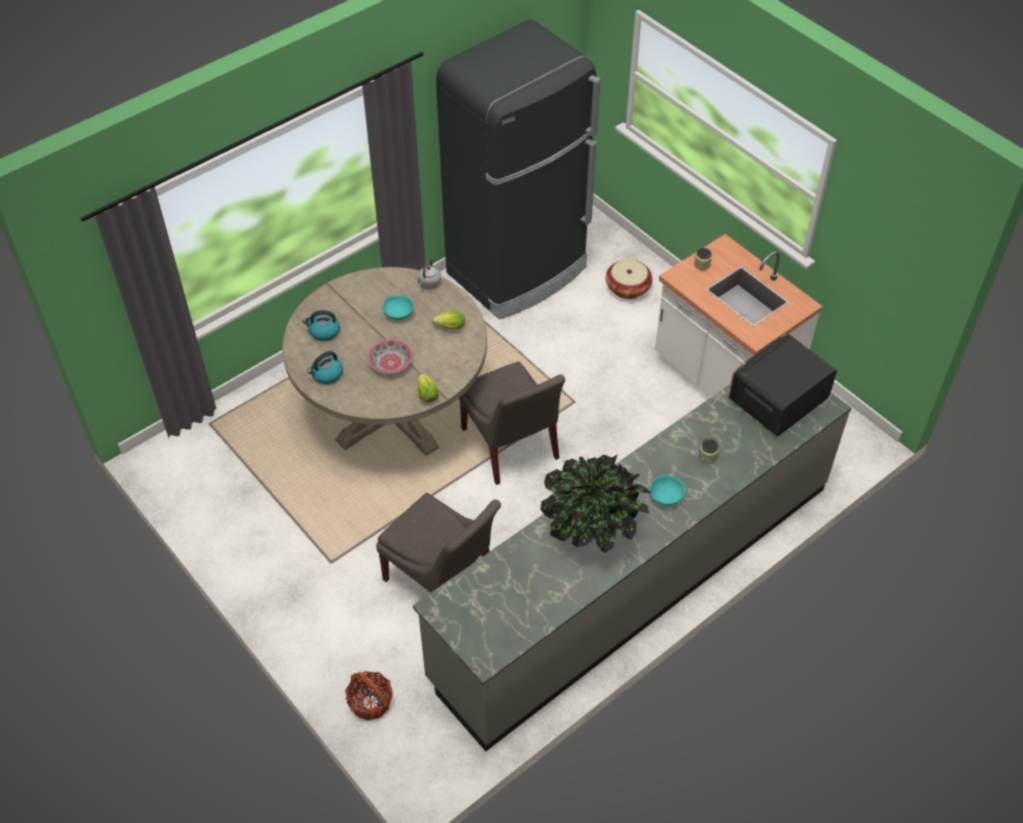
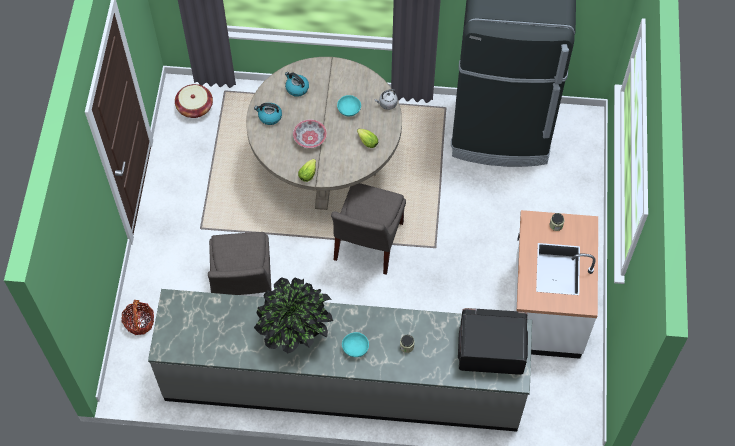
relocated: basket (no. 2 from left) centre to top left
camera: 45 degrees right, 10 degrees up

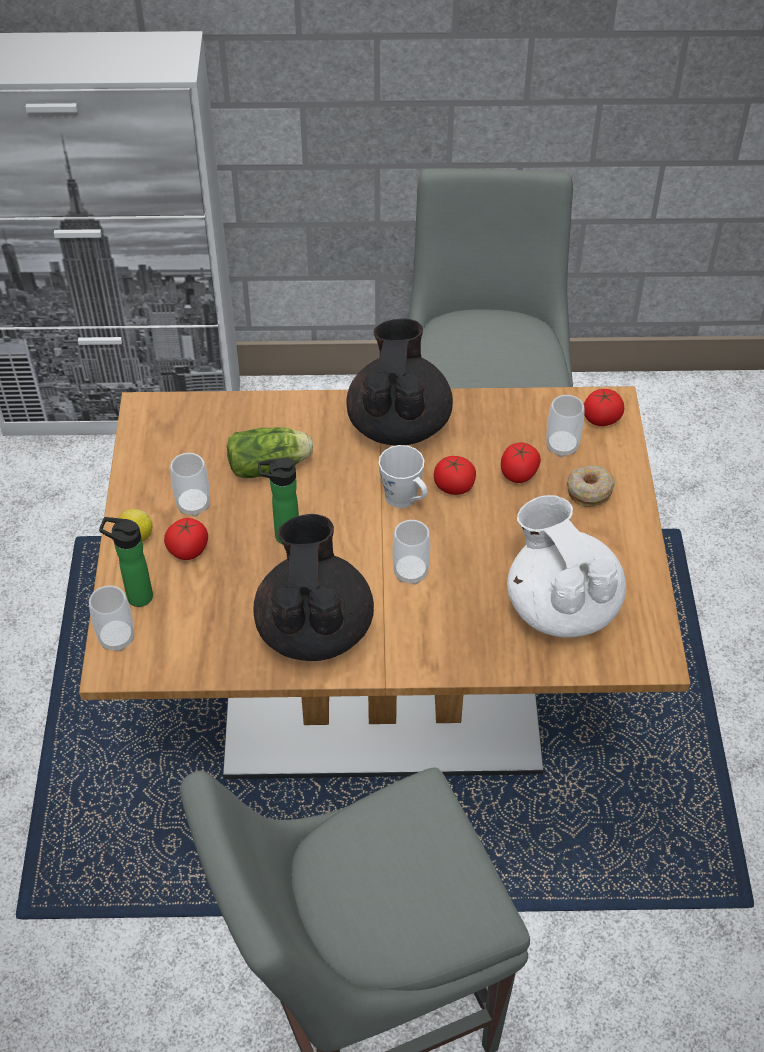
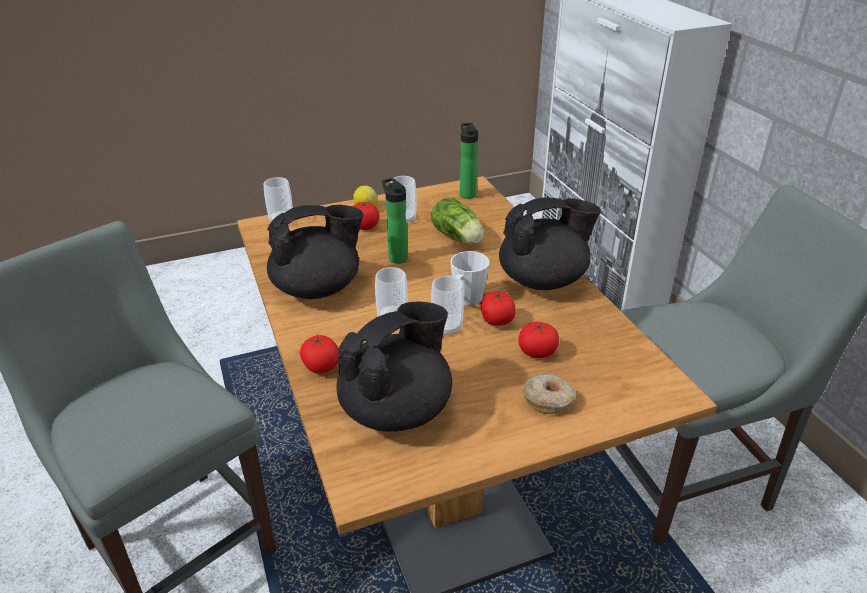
relocated: tomato (no. 4 from left in the first image) middle right to tomato (no. 1 from left) centre; cup (no. 4 from left) middle right to centre; bottle (no. 1 from left in the first image) middle left to bottle (no. 2 from left) top centre
colour: teapot (white) middle right to teapot (black) (no. 2 from left) centre
camera: 70 degrees right, 15 degrees down

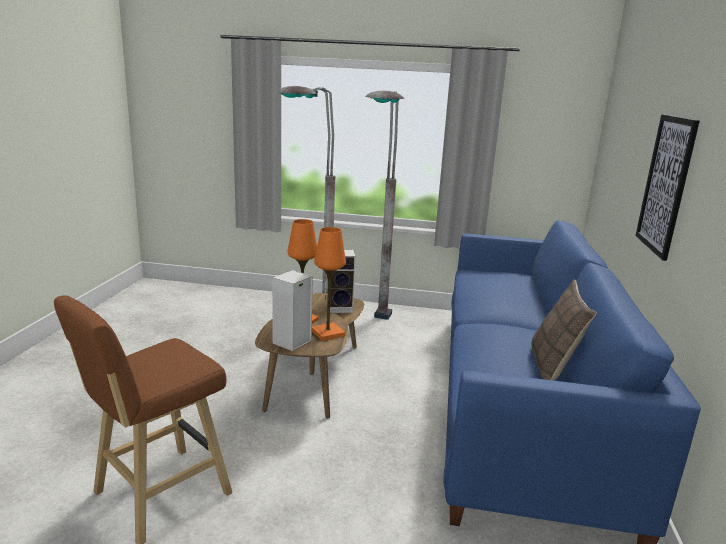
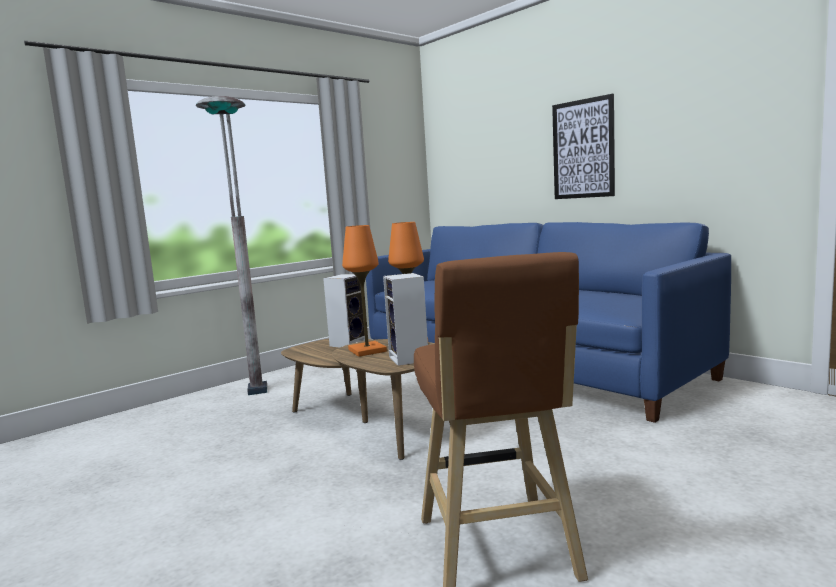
missing: floor lamp (grey) (no. 2 from left) centre; pillow middle right
camera: 50 degrees left, 10 degrees down

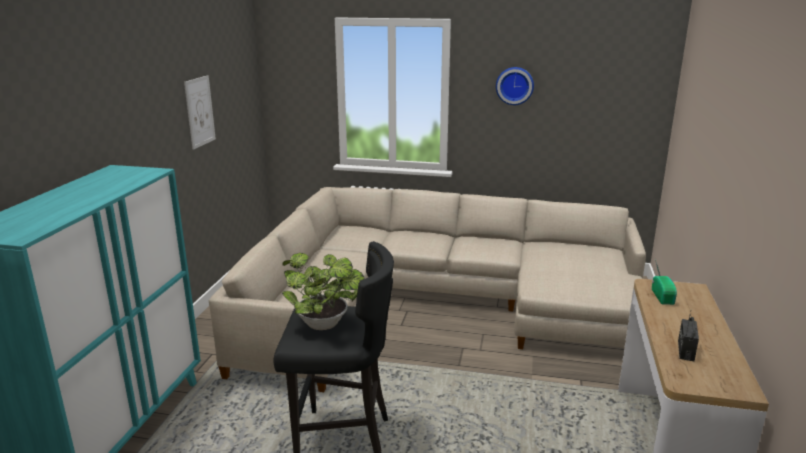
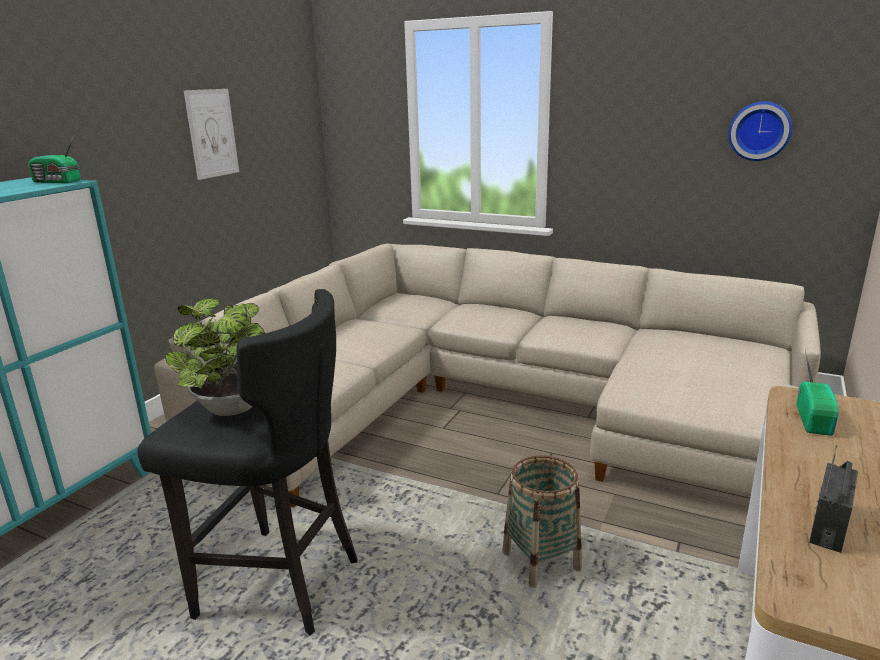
appeared: radio (no. 1 from left) top left; basket bottom centre
relocated: wall clock top centre to top right
camera: 15 degrees right, 0 degrees up

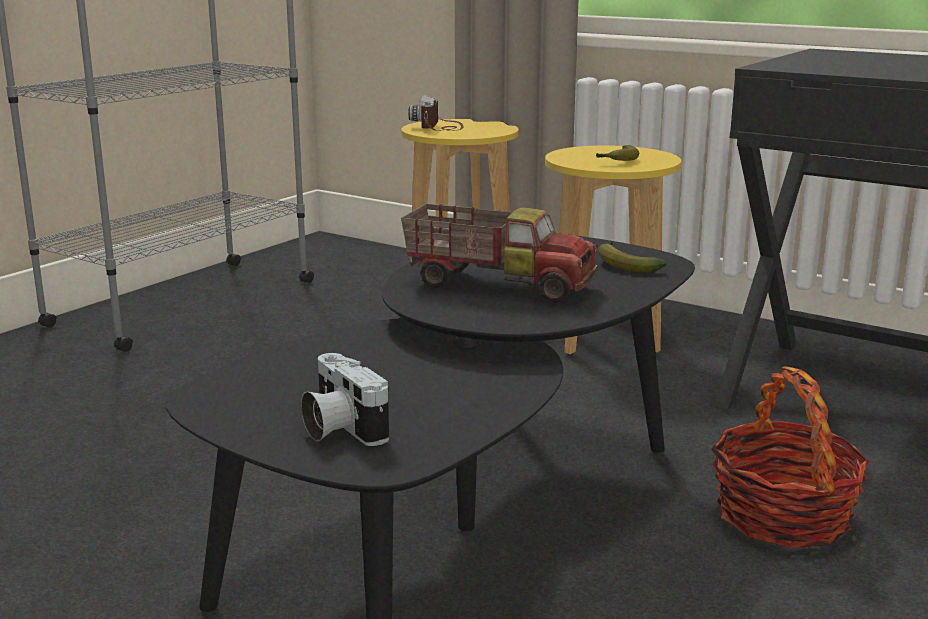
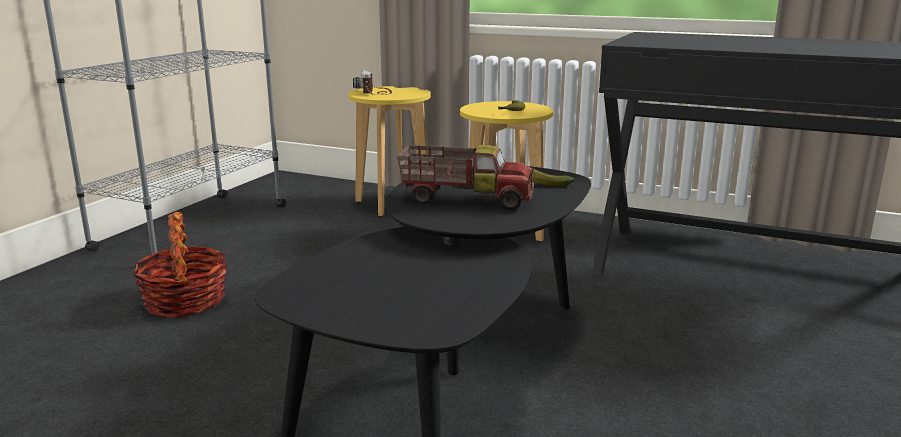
missing: photo camera (no. 1 from left) centre
relocated: basket bottom right to middle left
camera: 10 degrees left, 0 degrees up

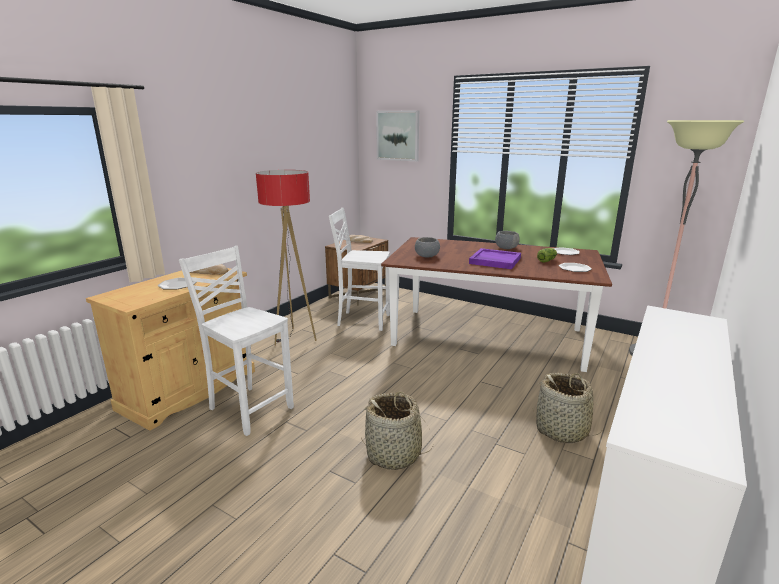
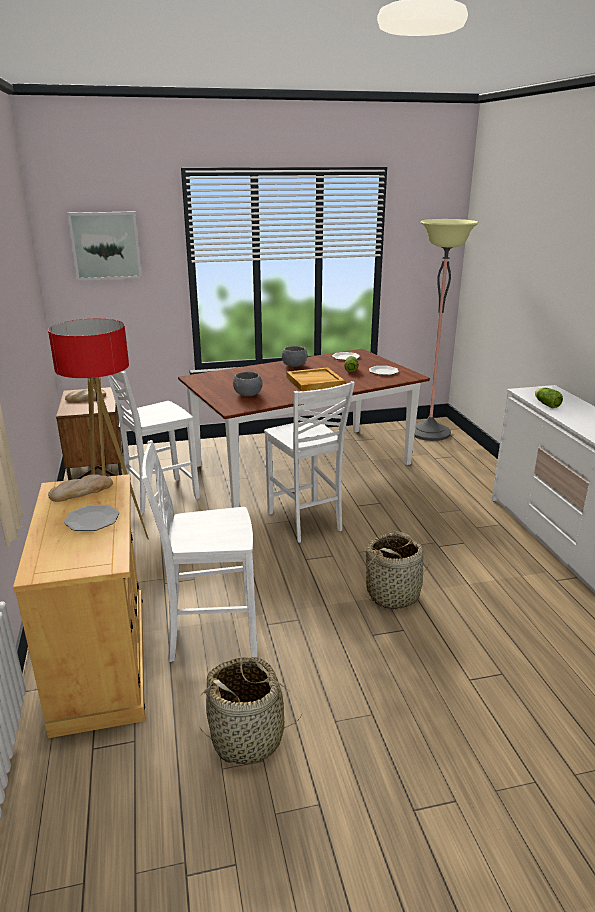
appeared: chair (white) (no. 3 from left) centre; lettuce (no. 2 from left) middle right
relocated: basket (no. 2 from left in the first image) bottom right to basket (no. 1 from left) bottom centre
colour: tray (purple) centre to tray (beige) centre
camera: 45 degrees left, 5 degrees up

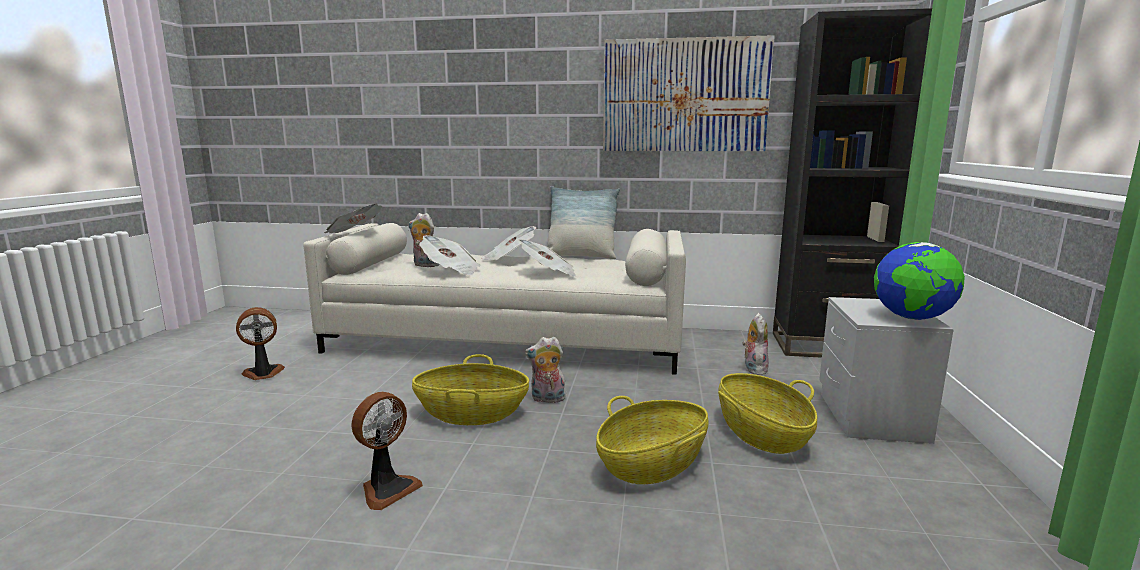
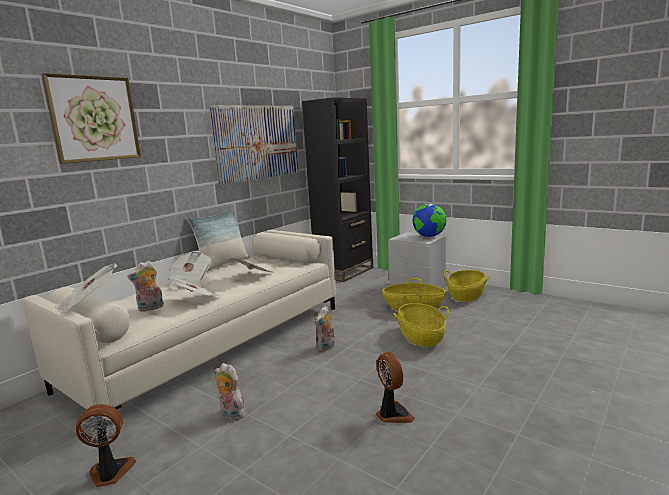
appeared: picture (no. 1 from left) top left
relocated: plush toy (no. 3 from left in the first image) centre to plush toy (no. 2 from left) bottom centre; basket (no. 1 from left in the first image) bottom centre to basket (no. 3 from left) middle right
spun: fan (no. 1 from left) middle left = bottom left 75 degrees clockwise
camera: 60 degrees left, 0 degrees up

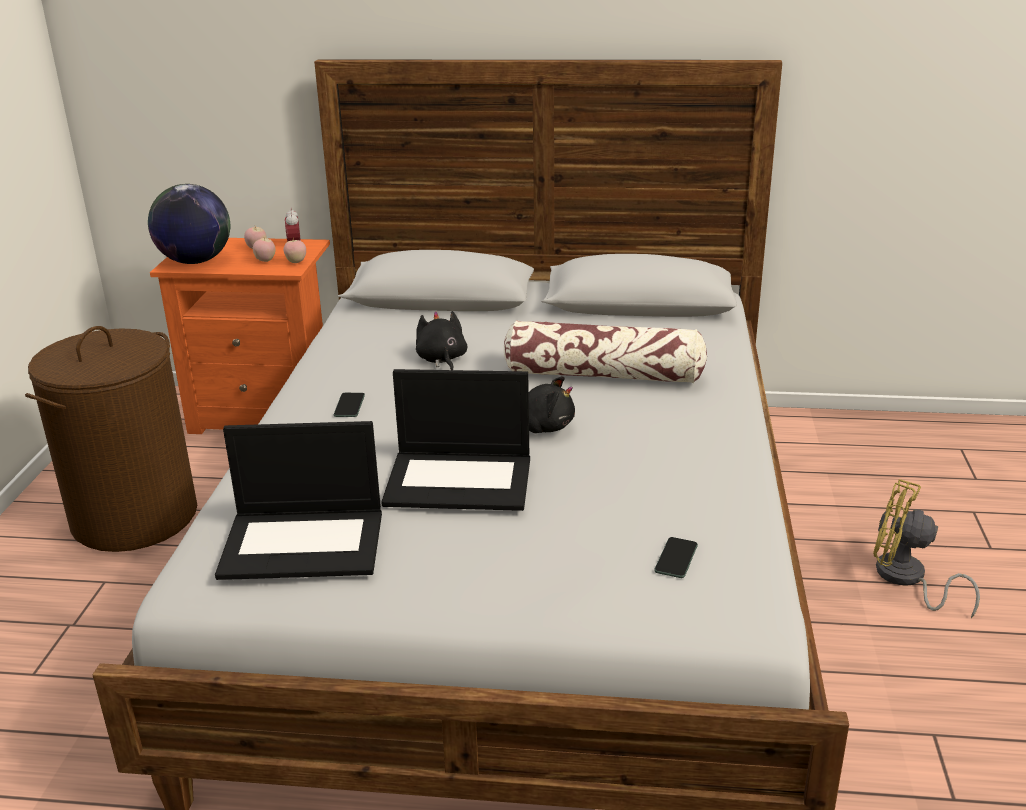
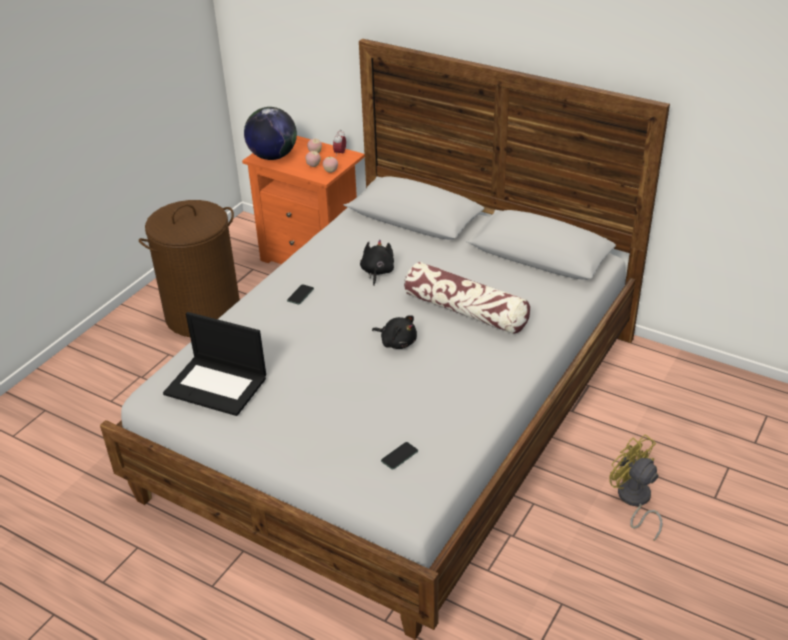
missing: laptop (no. 2 from left) centre
camera: 25 degrees right, 10 degrees up

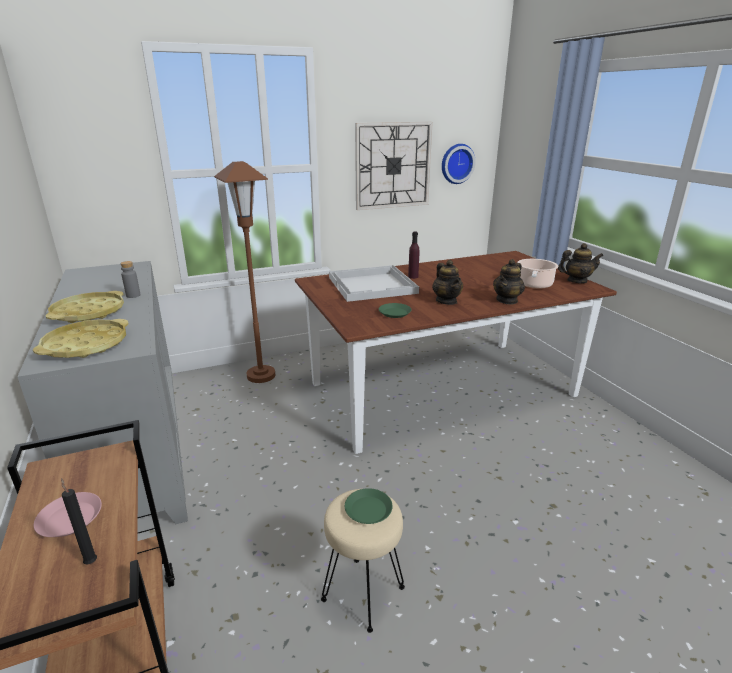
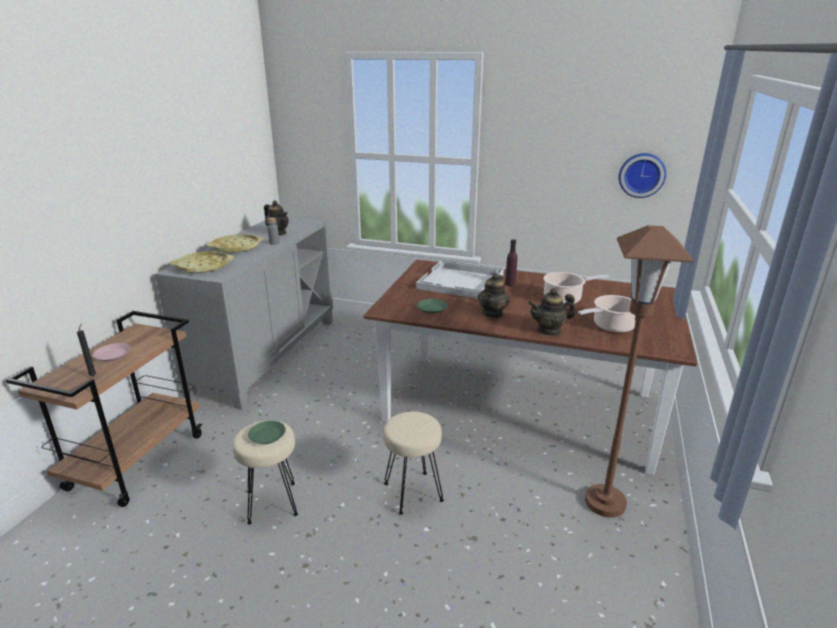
missing: wall clock (no. 1 from left) top centre
appeared: cooking pot (no. 1 from left) middle right; stool (beige) (no. 2 from left) bottom centre
relocated: floor lamp (brown) centre to middle right; teapot (no. 3 from left in the first image) middle right to teapot (no. 1 from left) middle left
camera: 40 degrees right, 0 degrees up

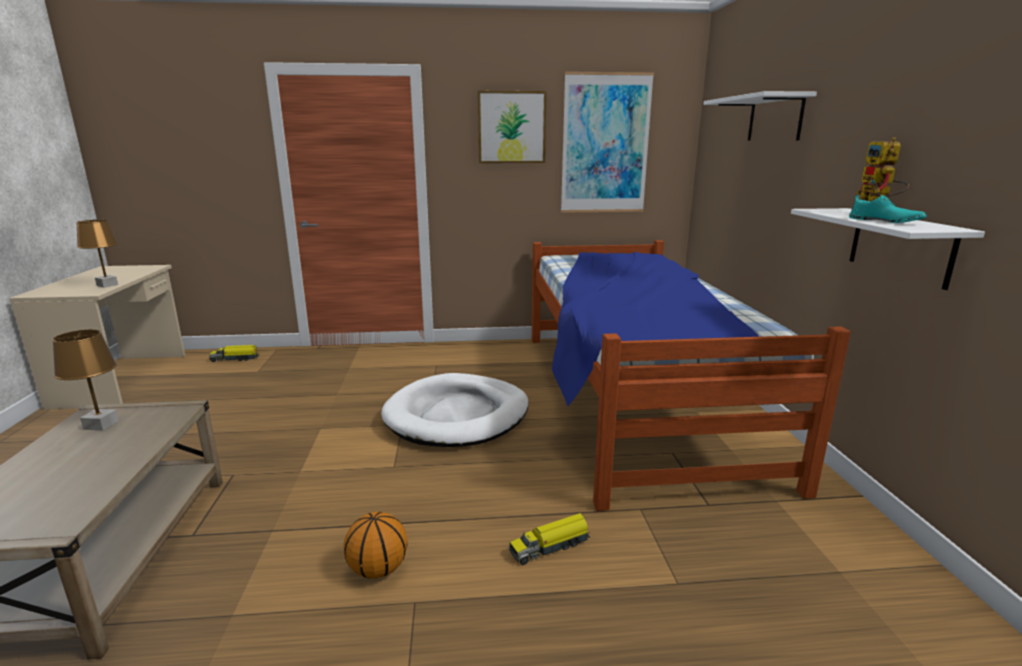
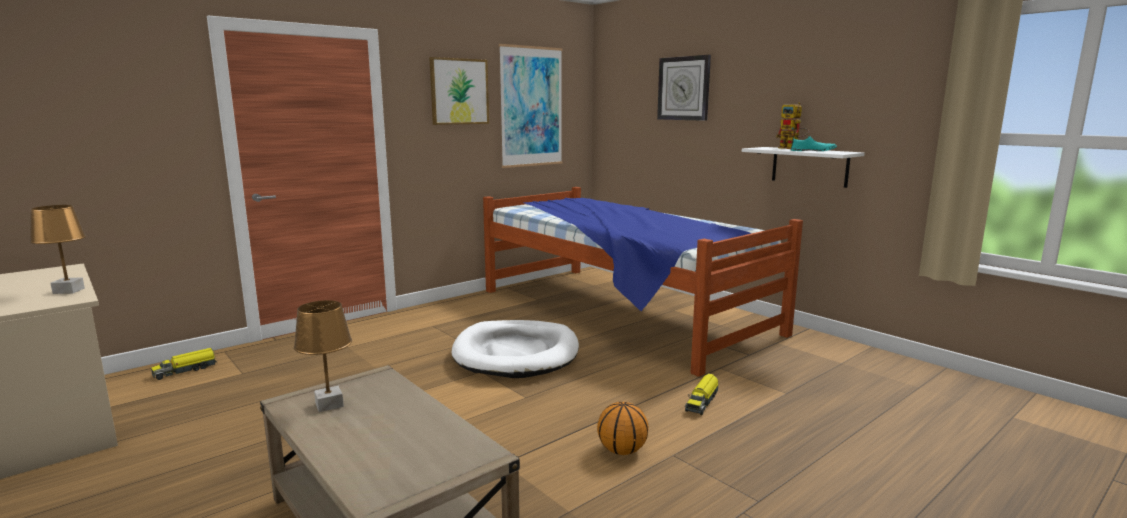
exchanged: shelf (white) (no. 1 from left) top right to wall clock top centre
camera: 35 degrees left, 5 degrees down

